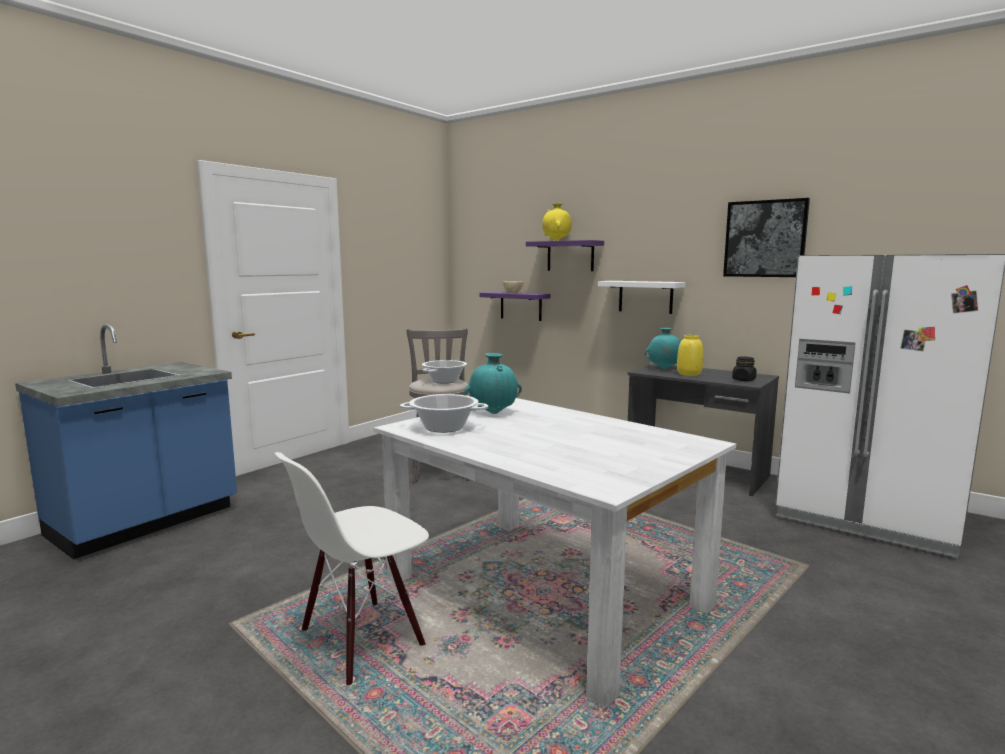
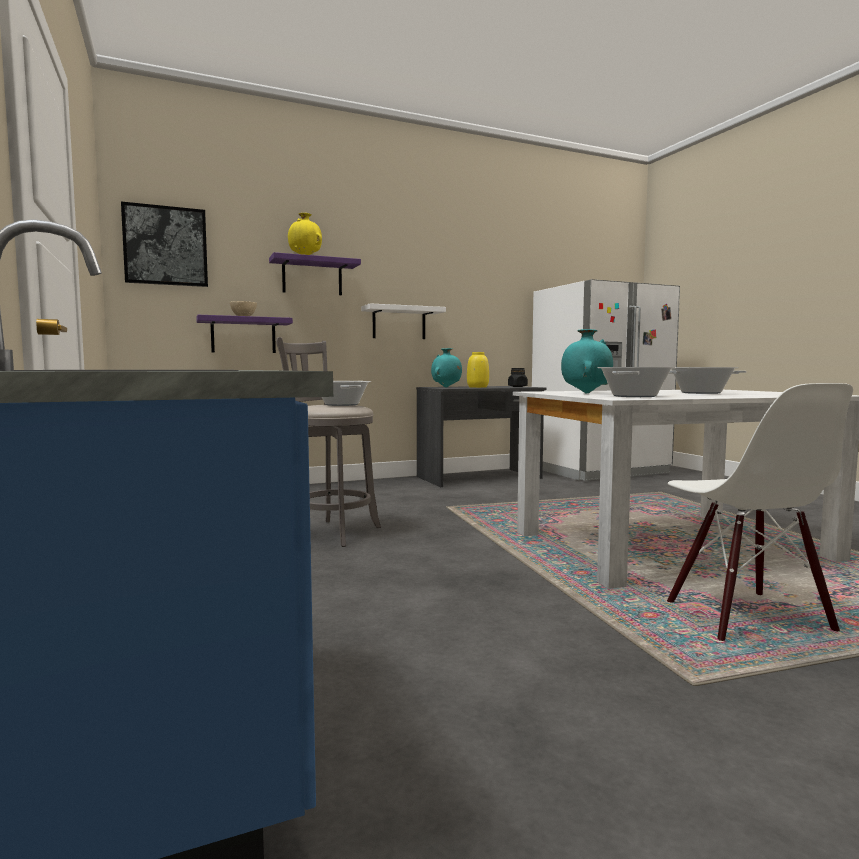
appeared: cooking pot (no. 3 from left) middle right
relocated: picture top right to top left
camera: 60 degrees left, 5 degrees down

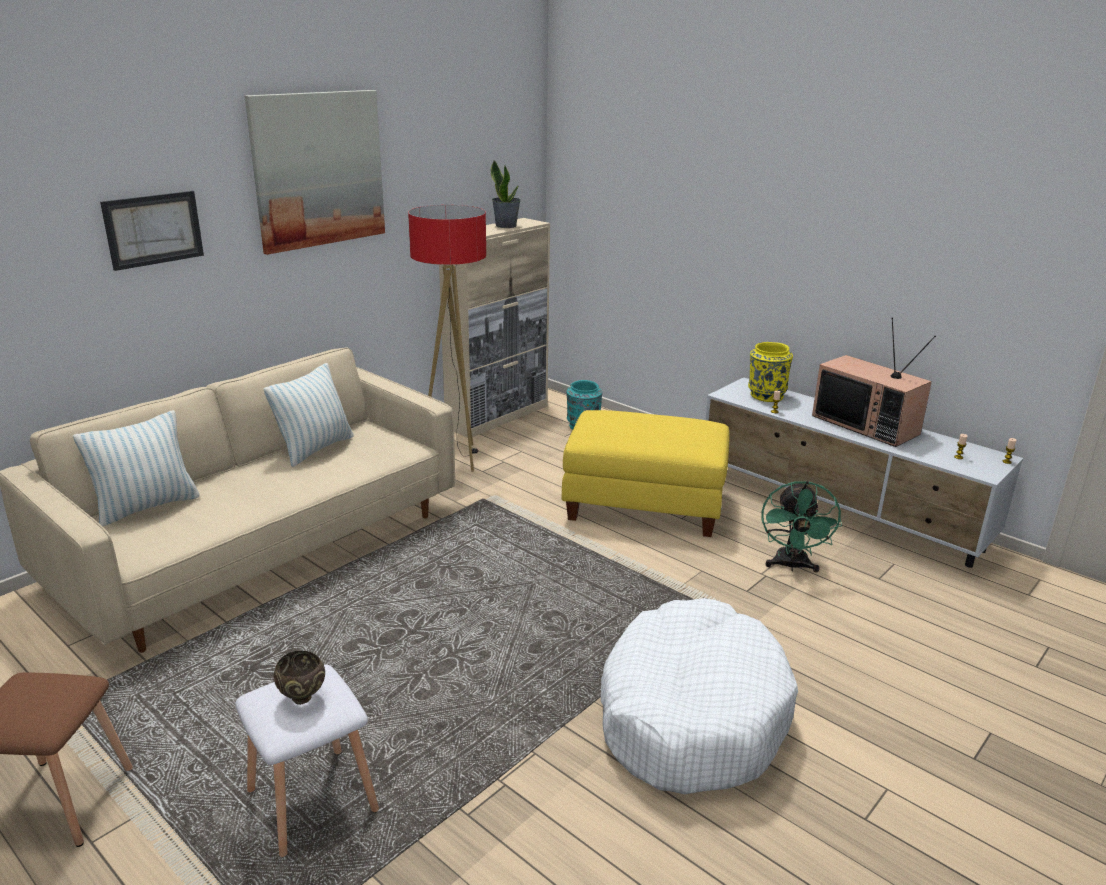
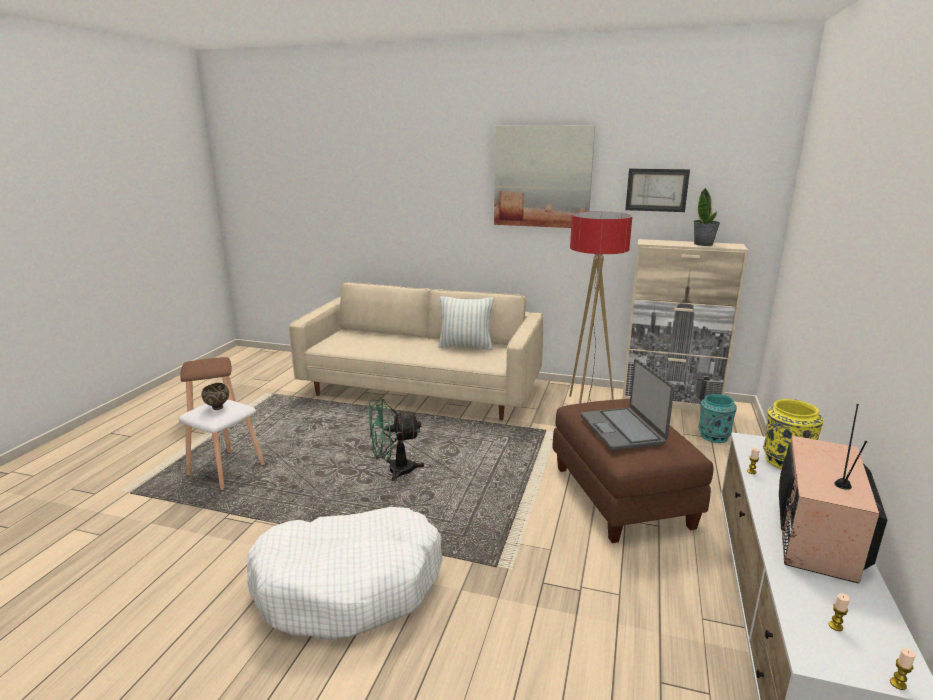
missing: pillow (no. 1 from left) middle left
appeared: laptop middle right
relocated: picture (no. 1 from left in the first image) top left to picture (no. 2 from left) top right; fan (green) middle right to centre
colour: ottoman (yellow) centre to ottoman (brown) bottom right
camera: 65 degrees right, 5 degrees down

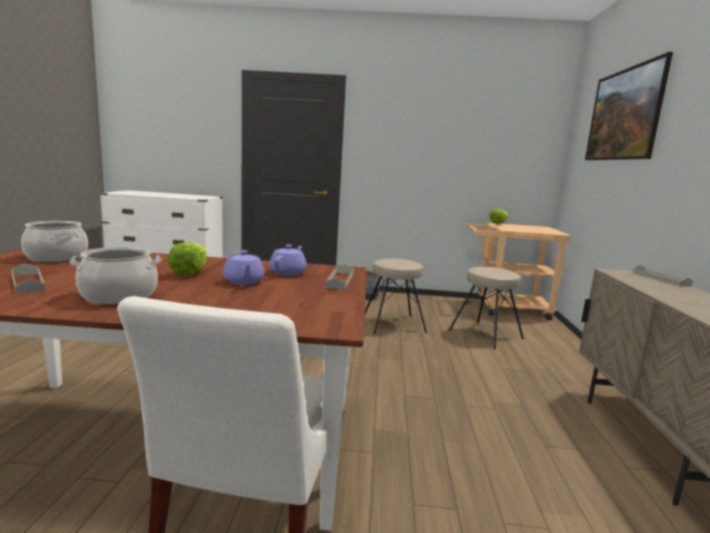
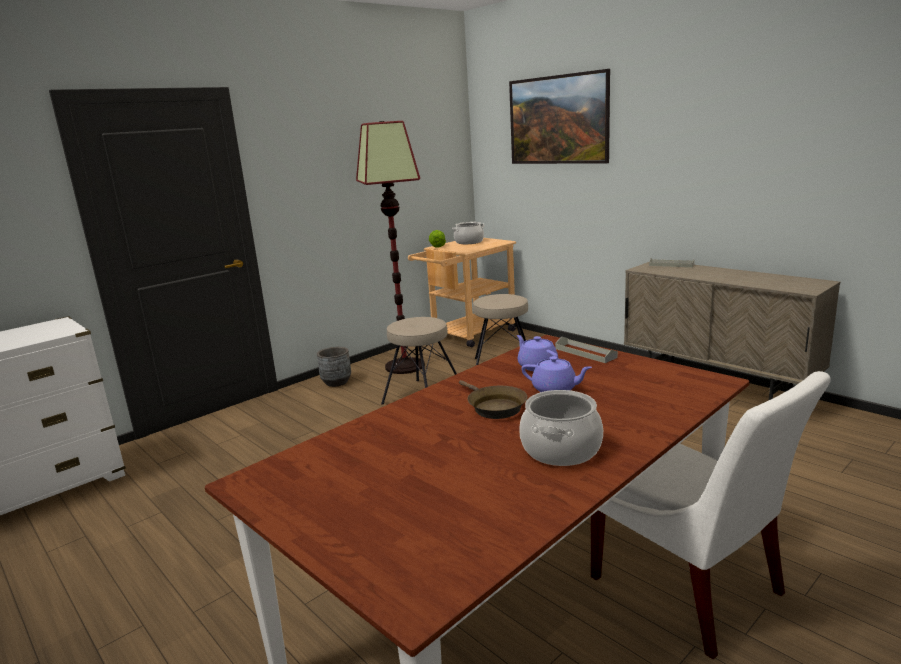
missing: tray (grey) (no. 1 from left) middle left
appeared: floor lamp centre
relocated: cooking pot (no. 1 from left) middle left to centre
exchanged: lettuce (no. 1 from left) middle left to frying pan (brown) centre
camera: 45 degrees left, 5 degrees up

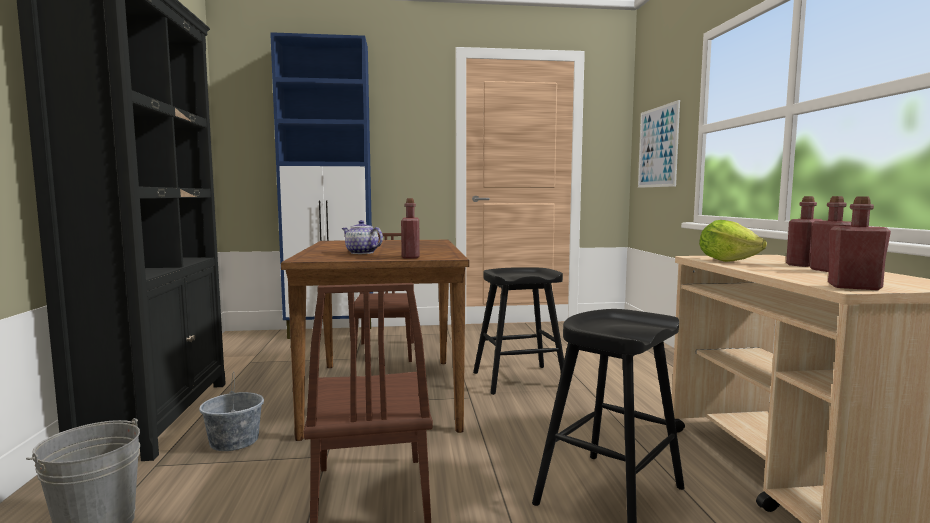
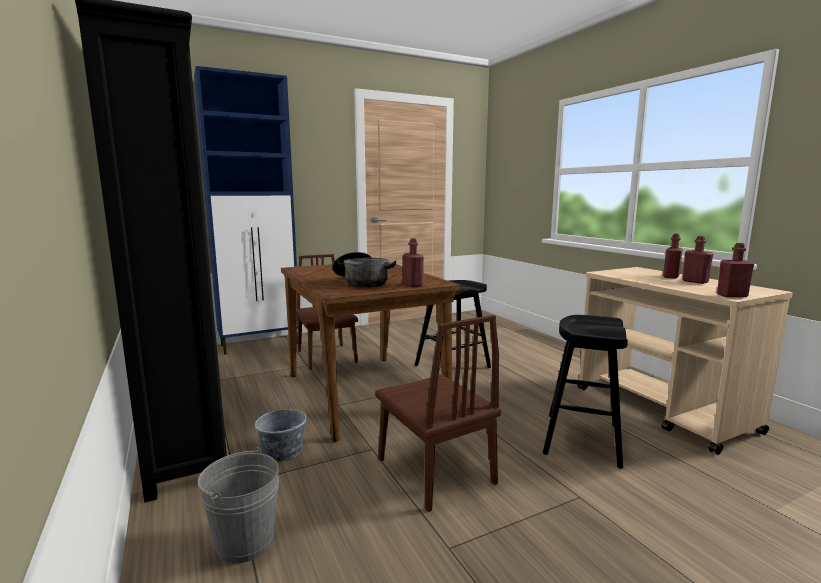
missing: picture top right; lettuce middle right
exchanged: teapot centre to cooking pot centre
camera: 20 degrees left, 5 degrees up

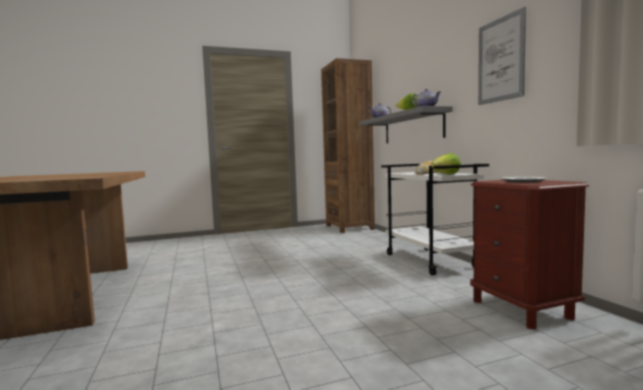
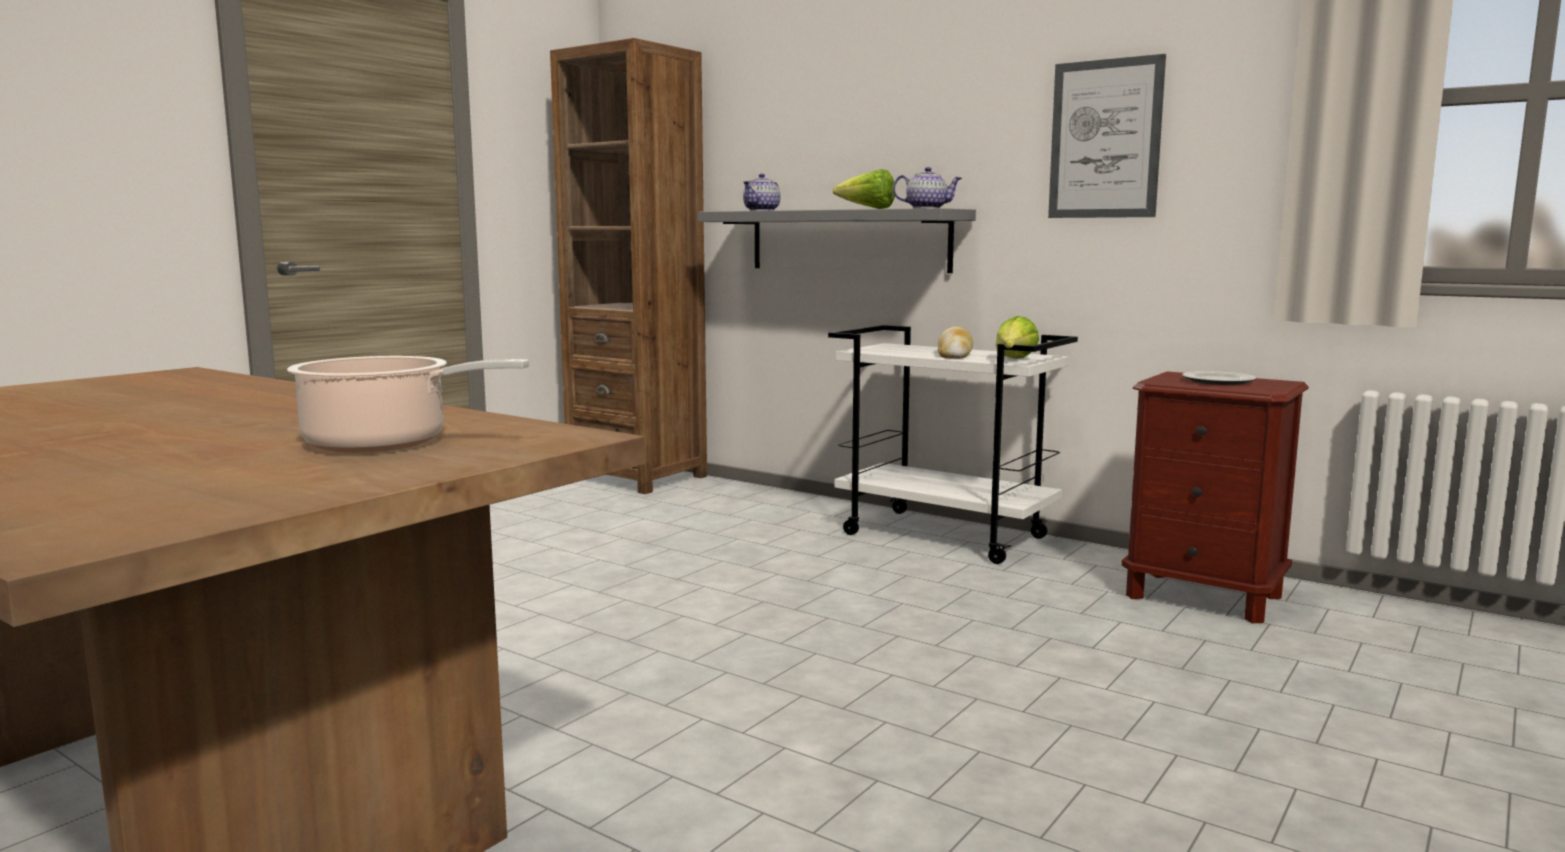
appeared: cooking pot middle left
camera: 35 degrees left, 5 degrees up

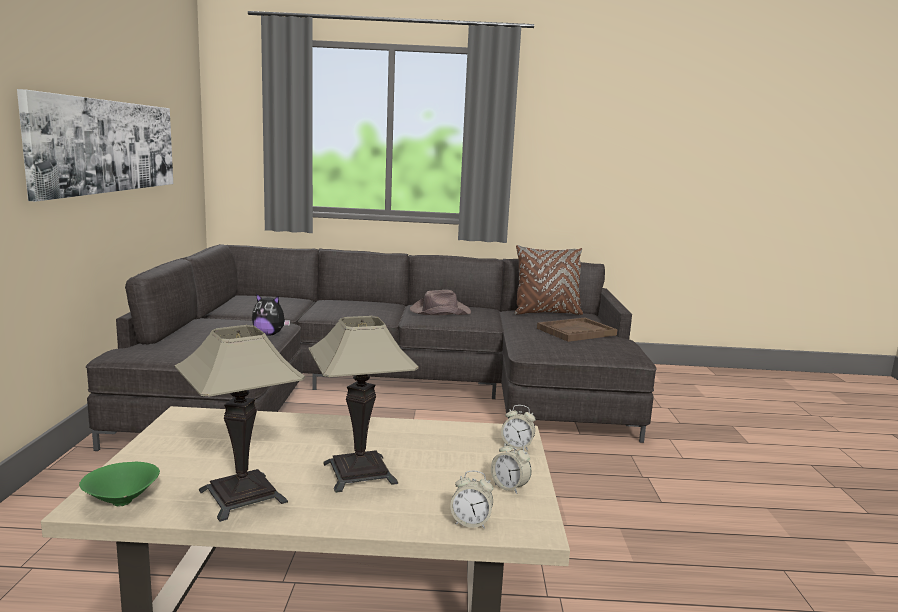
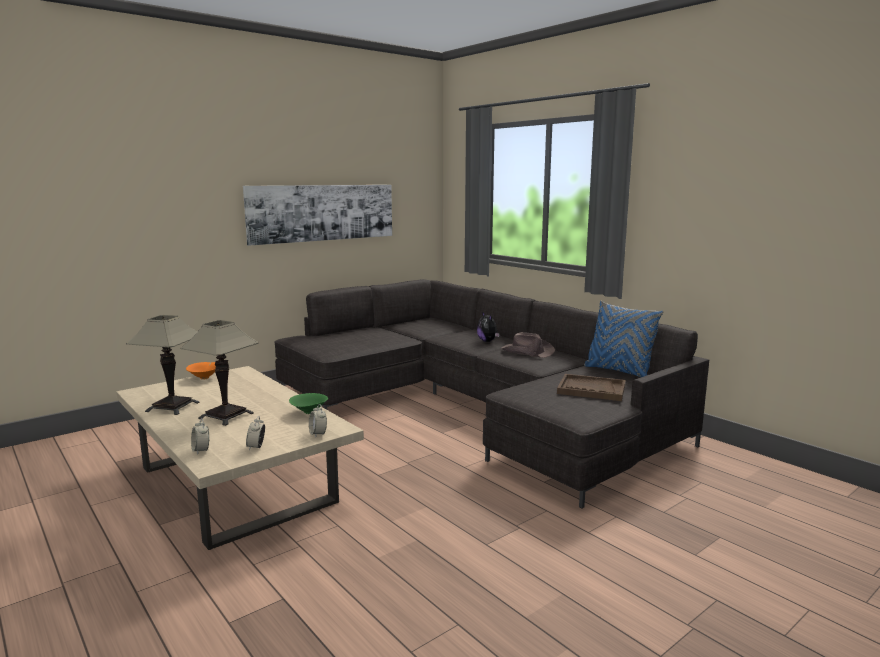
appeared: bowl (orange) middle left
relocated: plush toy middle left to centre; bowl (green) bottom left to centre
colour: pillow (brown) centre to pillow (blue) middle right
camera: 50 degrees right, 0 degrees up

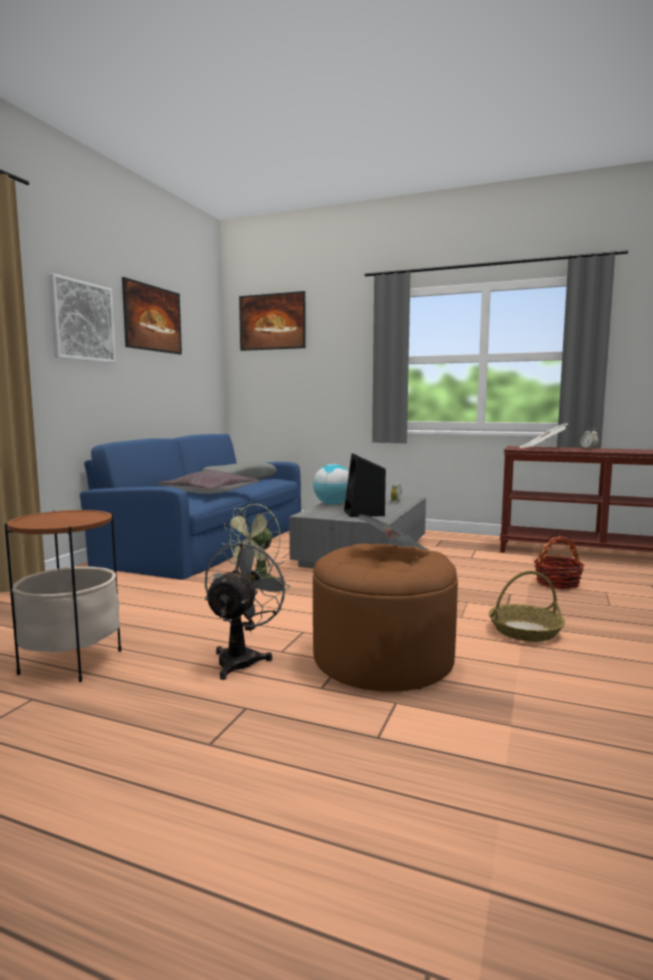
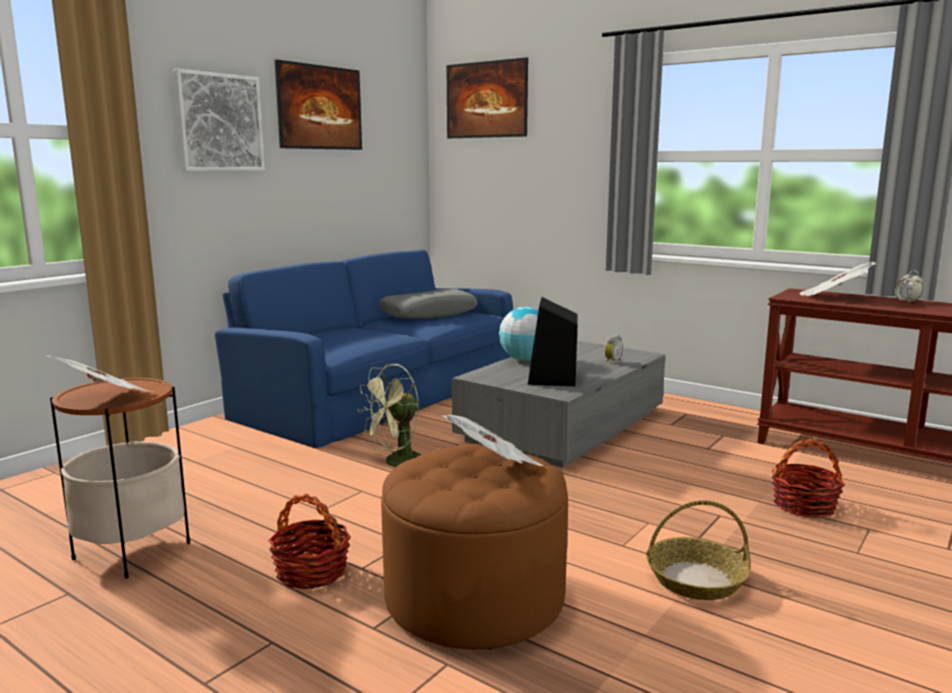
missing: pillow (grey) (no. 1 from left) middle left
appeared: newspaper (no. 1 from left) middle left
exchanged: fan (grey) centre to basket (no. 1 from left) bottom left
camera: 15 degrees right, 5 degrees up

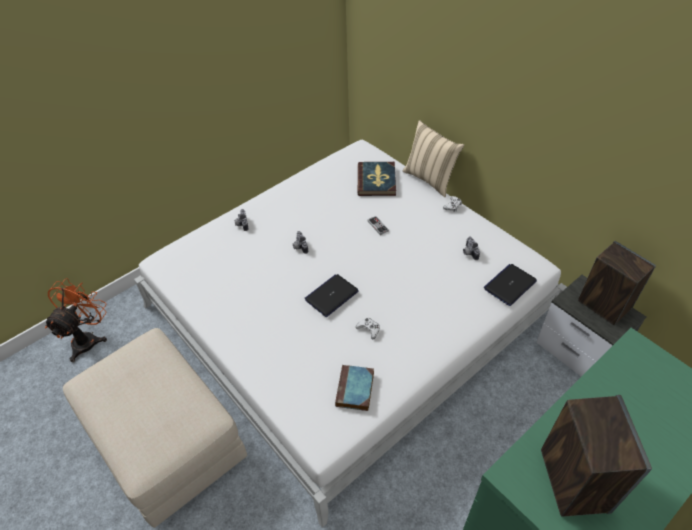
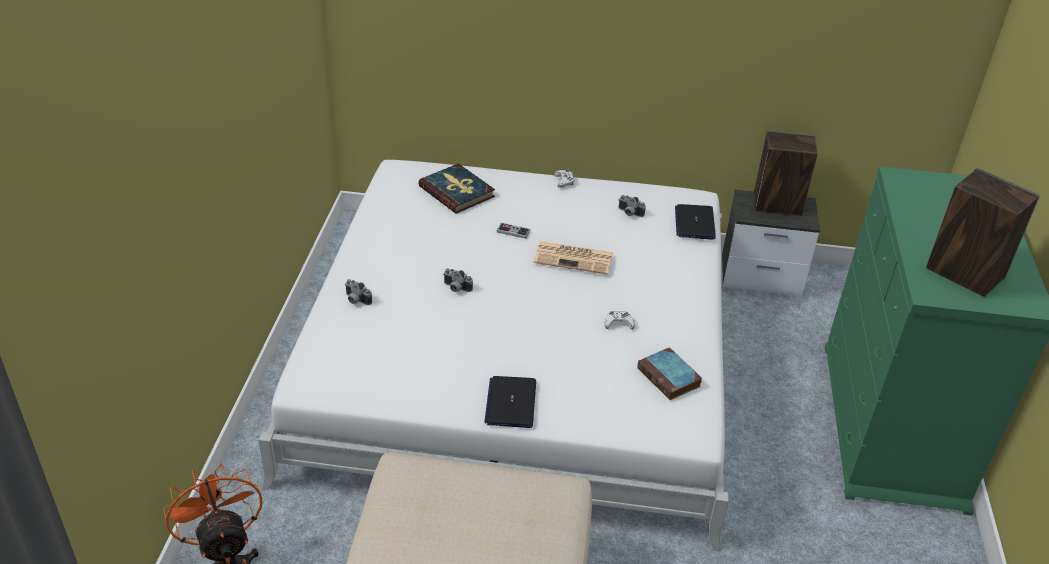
missing: pillow (beige) top centre
appeared: newspaper centre
relocated: laptop (no. 1 from left) centre to bottom centre
camera: 45 degrees left, 10 degrees down

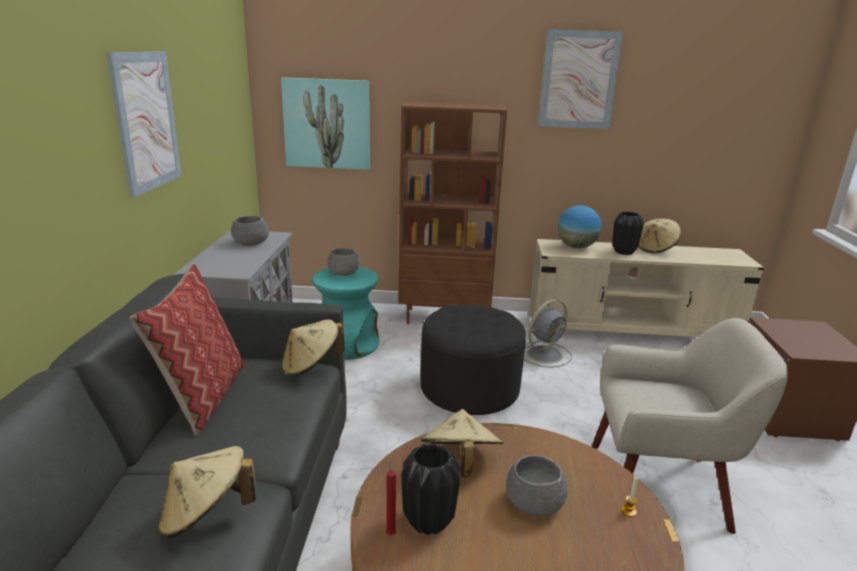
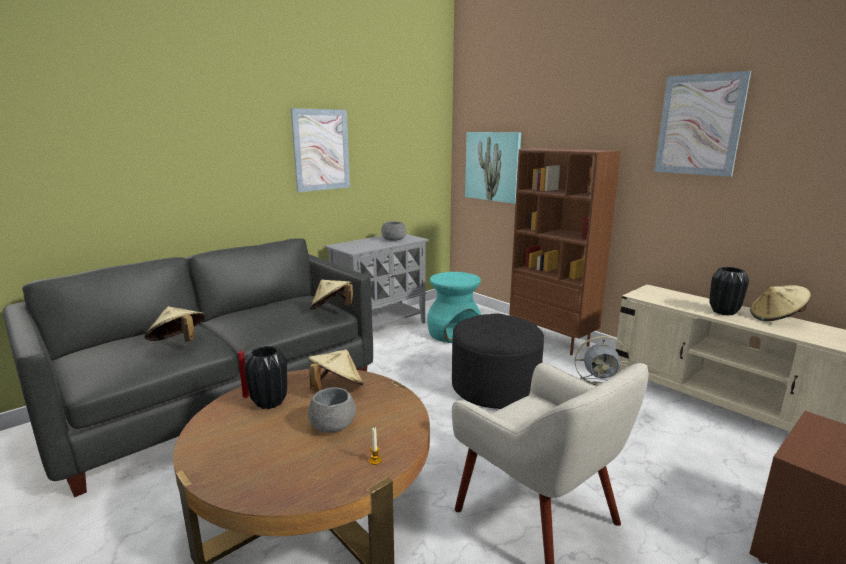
missing: globe middle right; bowl (grey) (no. 2 from left) centre; pillow middle left
camera: 45 degrees right, 5 degrees down

